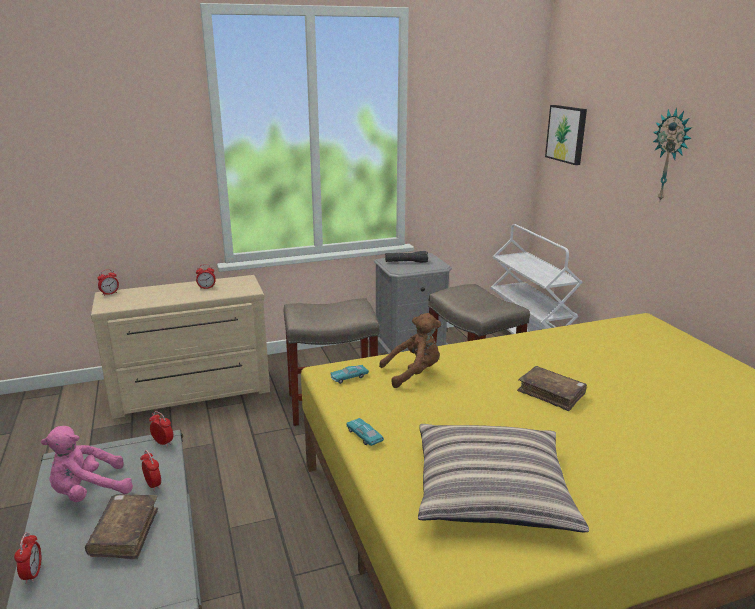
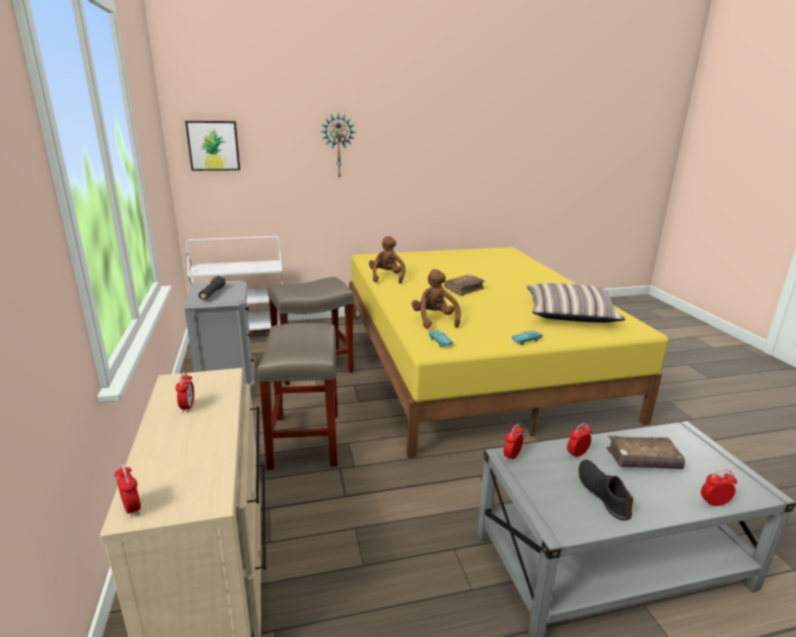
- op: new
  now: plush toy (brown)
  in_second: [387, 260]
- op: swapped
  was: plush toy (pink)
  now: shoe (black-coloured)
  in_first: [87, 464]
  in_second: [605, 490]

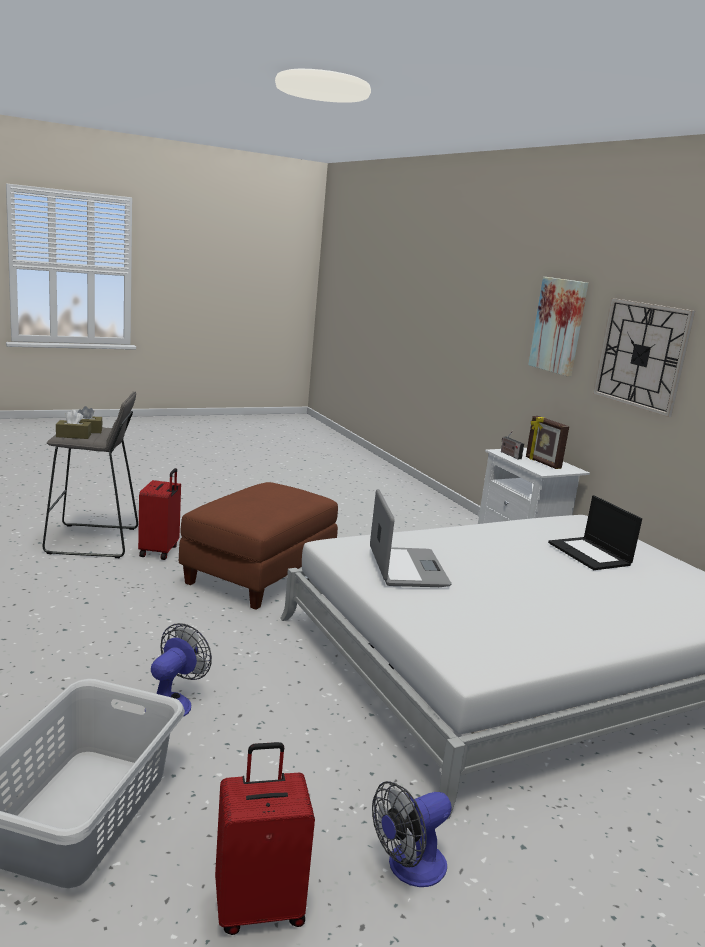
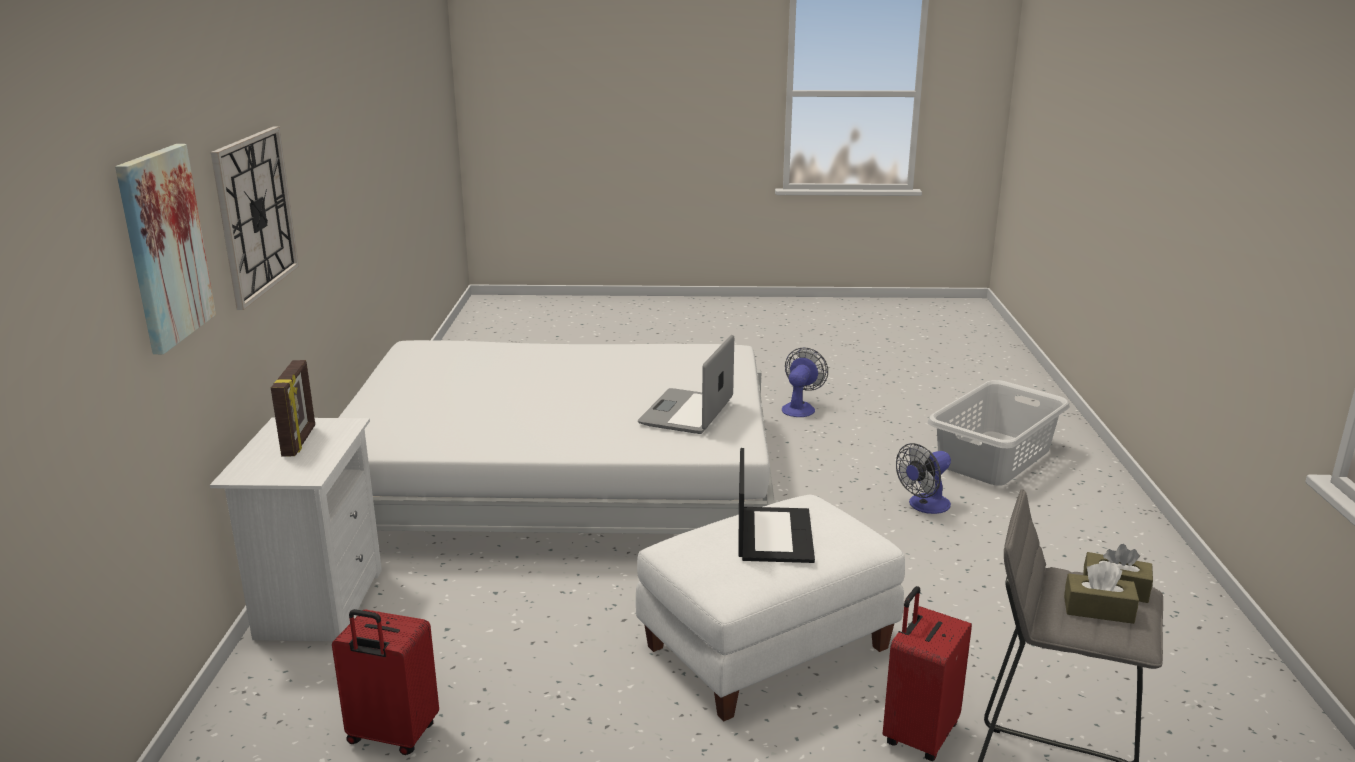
- op: shifted
  was: suitcase (reddish)
  in_first: [265, 838]
  in_second: [385, 682]
- op: repainted
  was: pouffe (brown)
  now: pouffe (white-coloured)
  in_first: [258, 546]
  in_second: [770, 608]
- op: shifted
  was: portable computer
  in_first: [595, 532]
  in_second: [776, 505]
- op: rotated
  was: fan
  in_first: [412, 834]
  in_second: [805, 382]
  clockwise: -60
- op: gone
  was: radio receiver
  in_first: [512, 445]

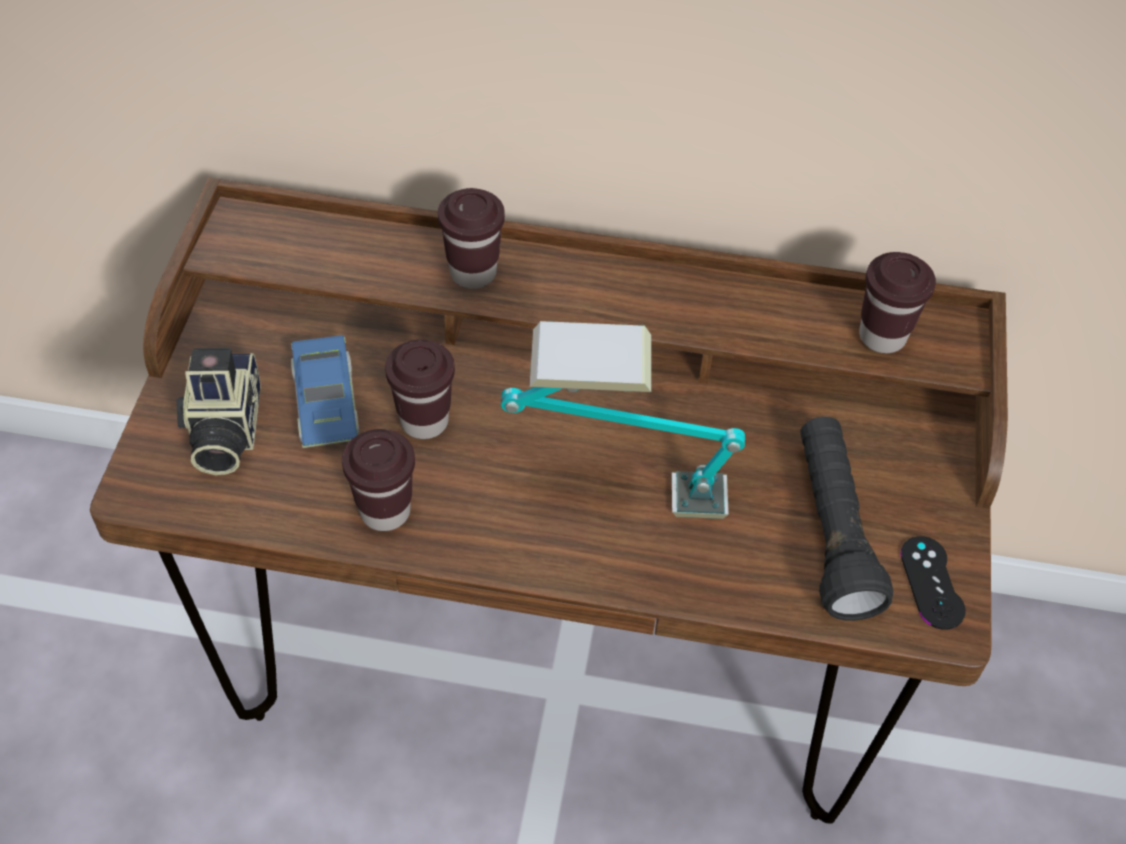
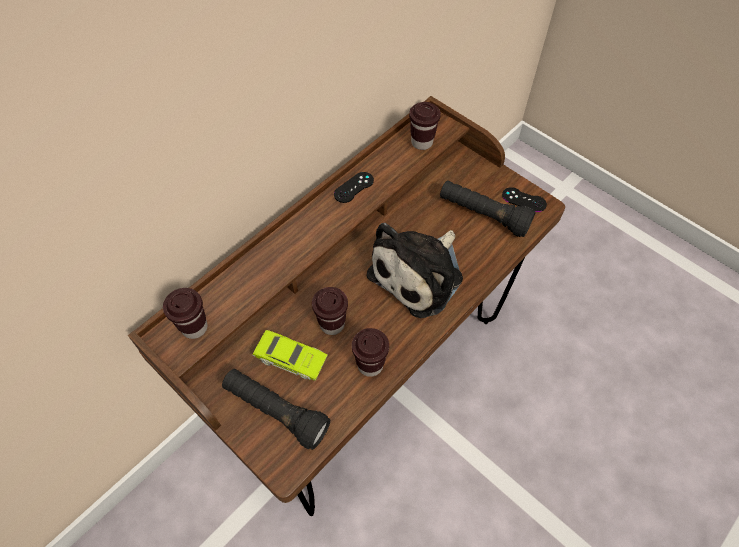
- op: shifted
  was: small cup (brown)
  in_first: [471, 238]
  in_second: [185, 313]
- op: swapped
  was: photo camera
  now: hand torch (black-coloured)
  in_first: [218, 411]
  in_second: [276, 409]
- op: repainted
  was: miniature car (bluish)
  now: miniature car (green)
  in_first: [325, 391]
  in_second: [290, 355]
- op: new
  now: joypad (black-coloured)
  in_second: [354, 187]
- op: swapped
  was: lamp for a table
  now: plush toy
  in_first: [623, 420]
  in_second: [415, 270]

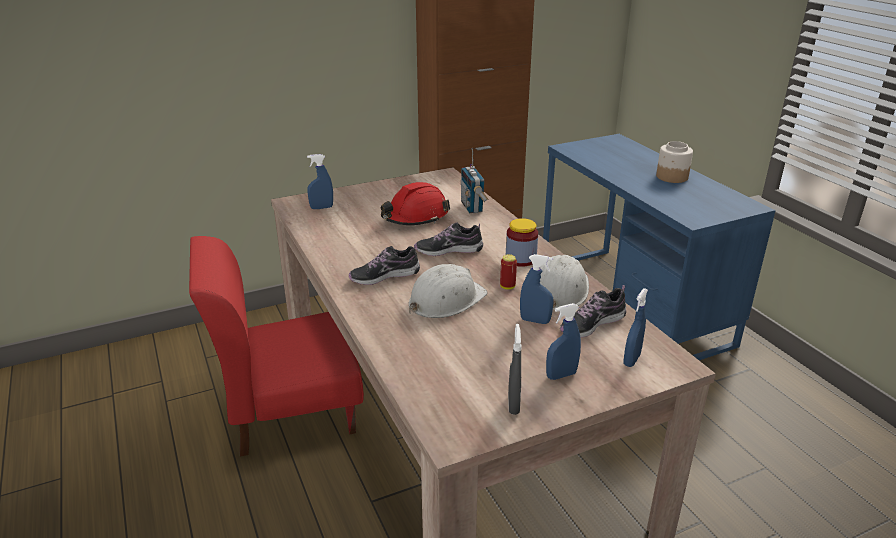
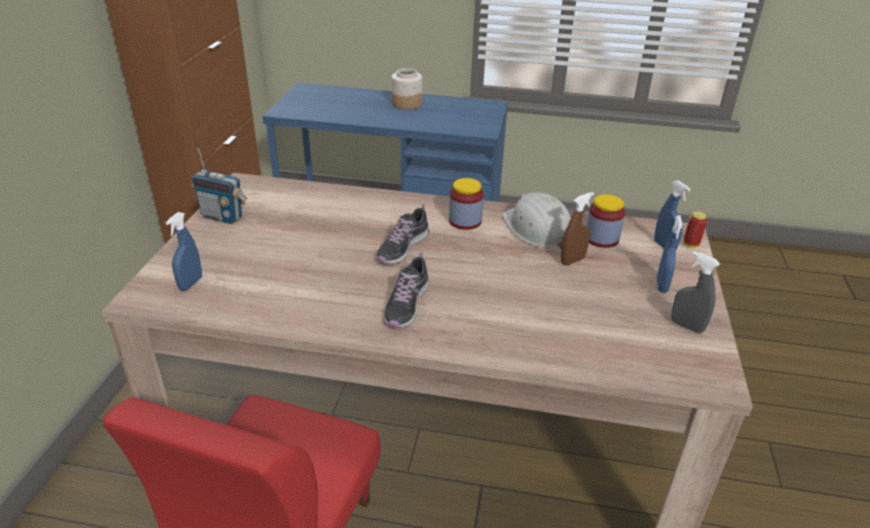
- op: shifted
  was: radio receiver
  in_first: [474, 180]
  in_second: [219, 186]
- op: repainted
  was: spray bottle (bluish)
  now: spray bottle (brown)
  in_first: [536, 289]
  in_second: [577, 228]
- op: swapped
  was: shoe
  now: preserve jar
  in_first: [593, 311]
  in_second: [606, 221]
- op: shifted
  was: sealed can
  in_first: [508, 272]
  in_second: [695, 229]
- op: gone
  was: work helmet (reddish)
  in_first: [415, 203]
- op: gone
  was: work helmet (white-coloured)
  in_first: [448, 291]

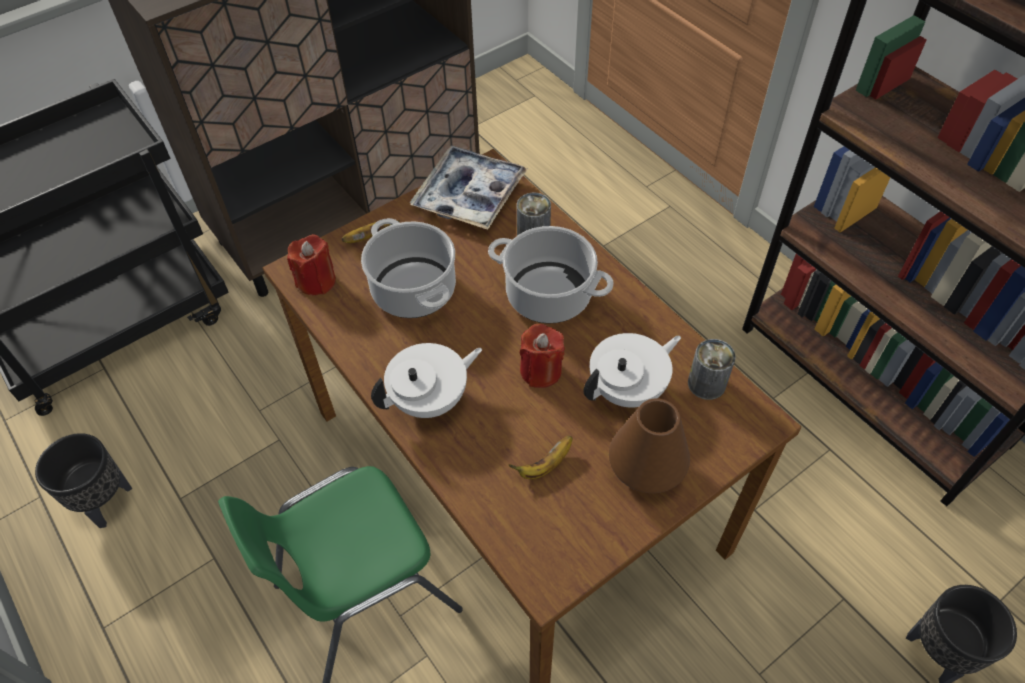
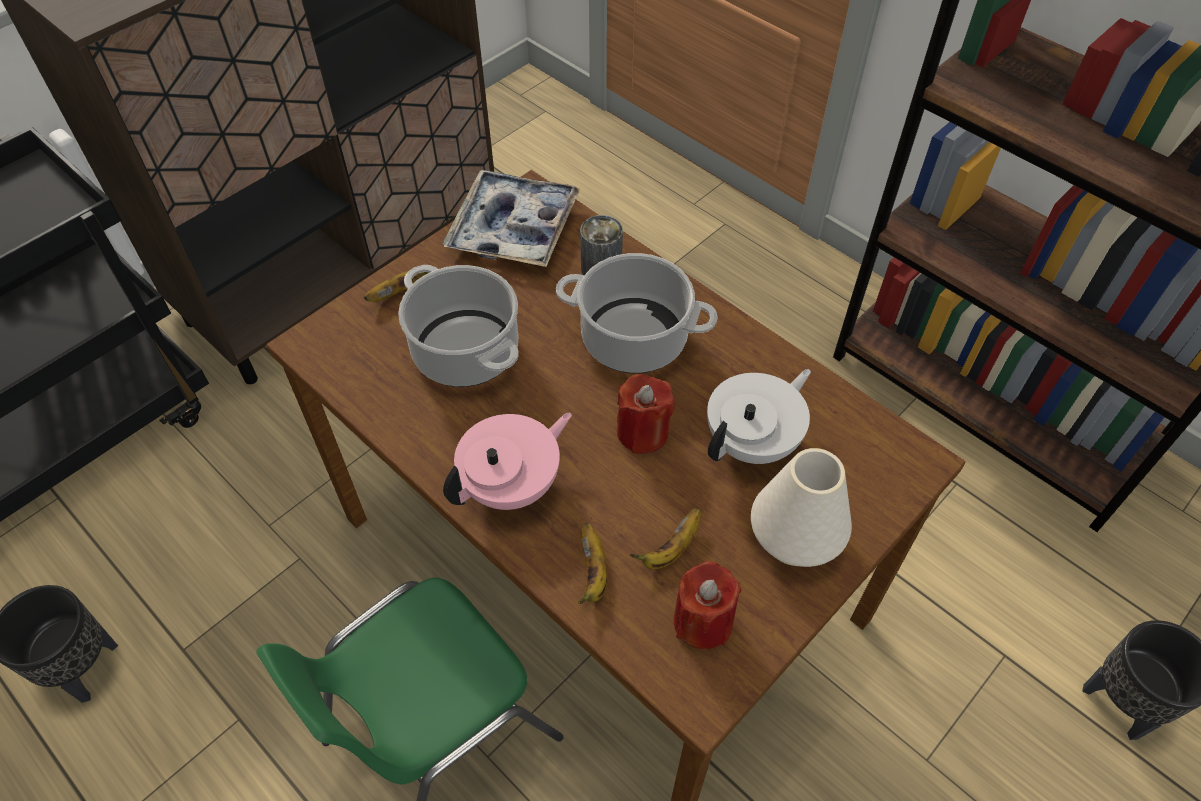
- op: repainted
  was: tea pot (white-coloured)
  now: tea pot (pink)
  in_first: [426, 380]
  in_second: [507, 461]
- op: new
  now: banana fruit
  in_second: [592, 563]
- op: shifted
  was: wax light (reddish)
  in_first: [311, 264]
  in_second: [708, 605]
- op: repainted
  was: vase (brown)
  now: vase (white-coloured)
  in_first: [649, 445]
  in_second: [801, 507]
- op: gone
  was: sealed can
  in_first: [712, 369]

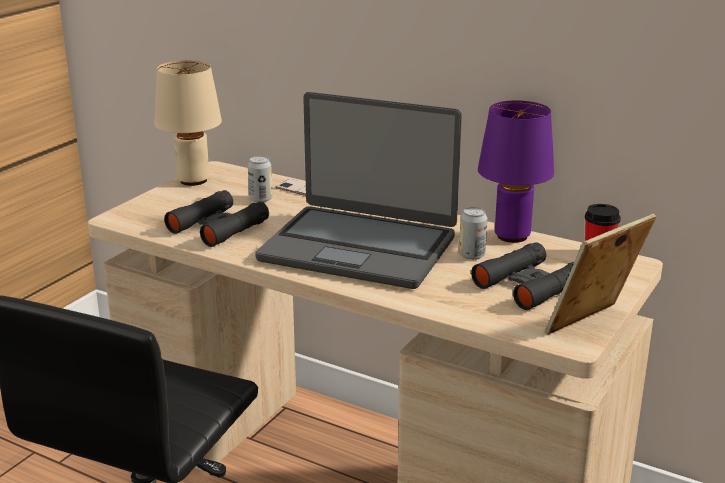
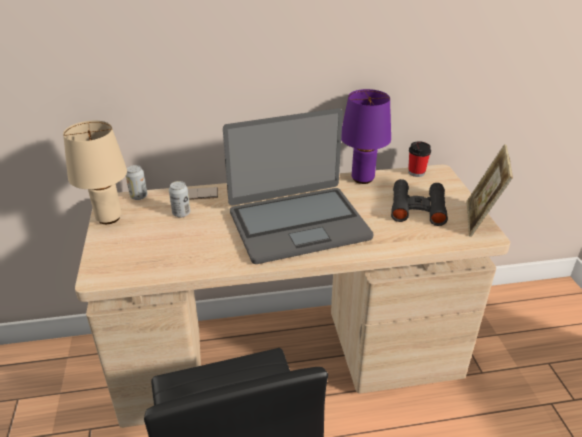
- op: shifted
  was: sealed can
  in_first: [473, 233]
  in_second: [137, 182]
- op: gone
  was: binoculars (black-coloured)
  in_first: [216, 218]

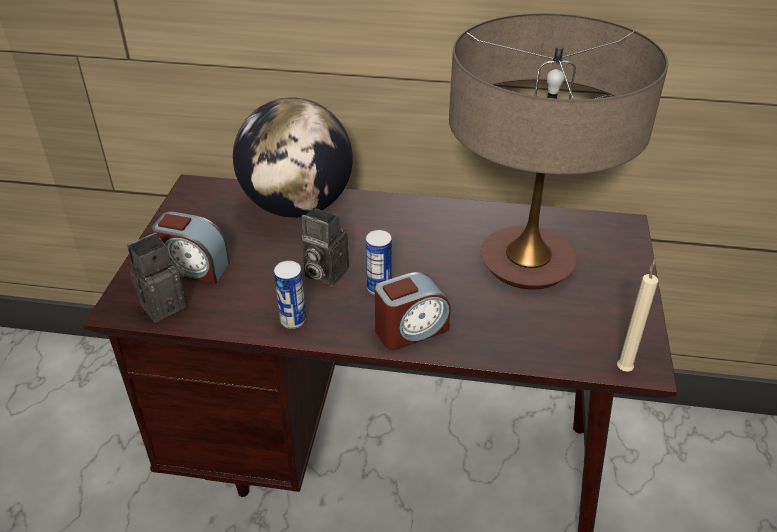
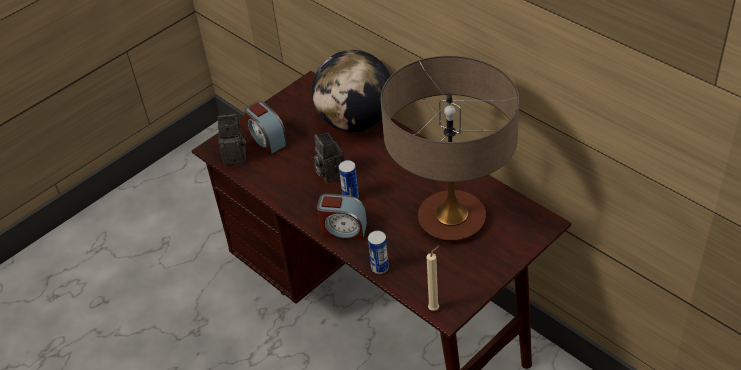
- op: shifted
  was: sealed can
  in_first: [290, 295]
  in_second: [378, 252]

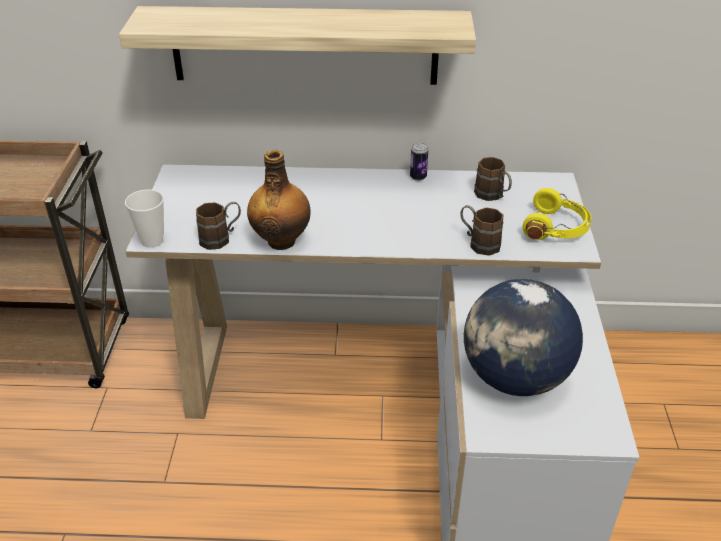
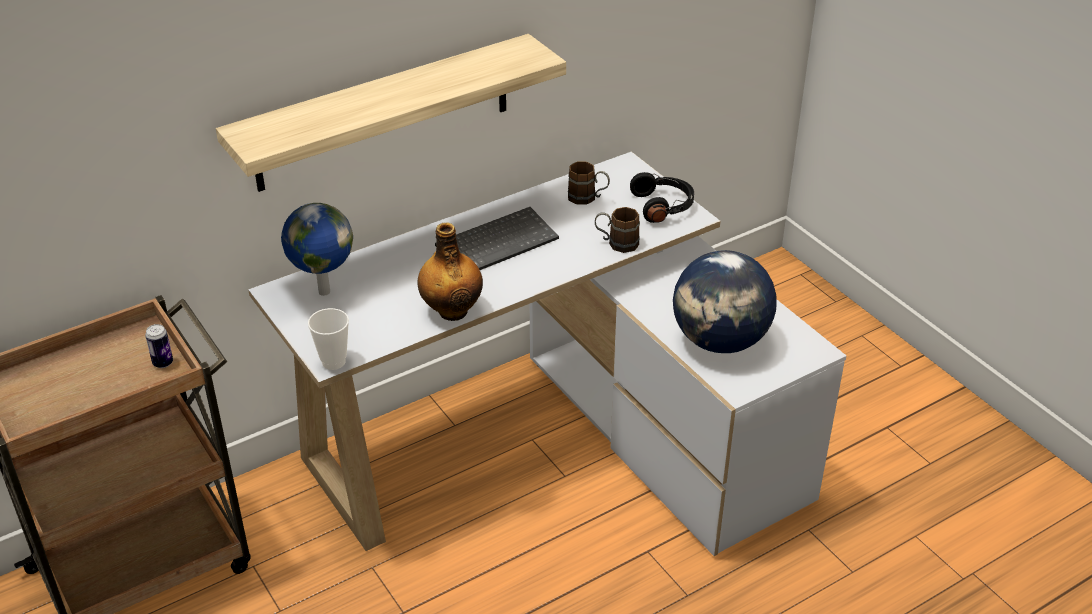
- op: shifted
  was: sealed can
  in_first: [419, 161]
  in_second: [159, 346]
- op: new
  now: globe
  in_second: [317, 249]
- op: new
  now: computer keyboard
  in_second: [497, 238]
- op: repainted
  was: headset (yellow-coloured)
  now: headset (black-coloured)
  in_first: [557, 214]
  in_second: [662, 197]
- op: gone
  was: mug (brown)
  in_first: [218, 226]

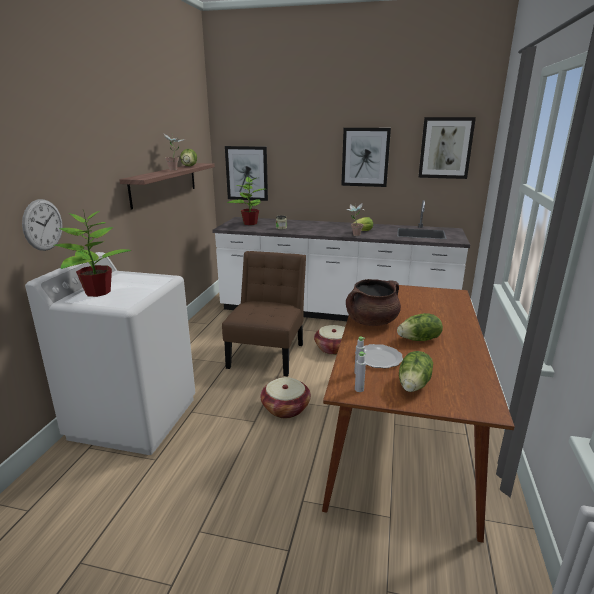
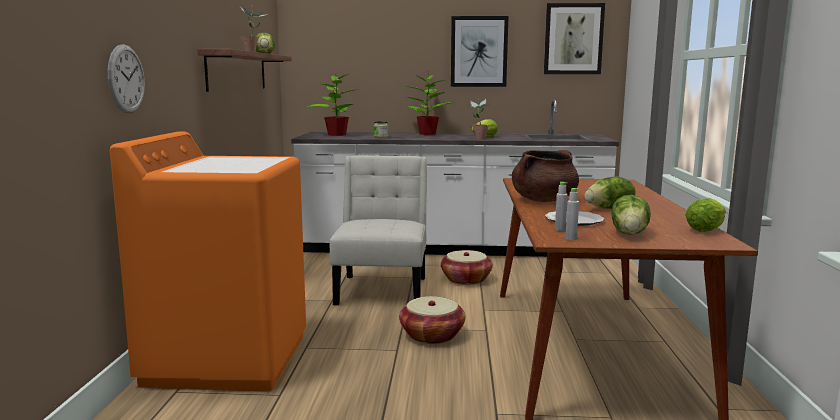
- op: repainted
  was: laundry machine (white-coloured)
  now: laundry machine (orange-coloured)
  in_first: [110, 353]
  in_second: [208, 261]
- op: repainted
  was: upright chair (brown)
  now: upright chair (white-coloured)
  in_first: [264, 314]
  in_second: [378, 230]
- op: shifted
  was: plant in a pot
  in_first: [93, 253]
  in_second: [430, 103]
- op: new
  now: lettuce head
  in_second: [705, 215]
- op: gone
  was: wall picture
  in_first: [246, 173]

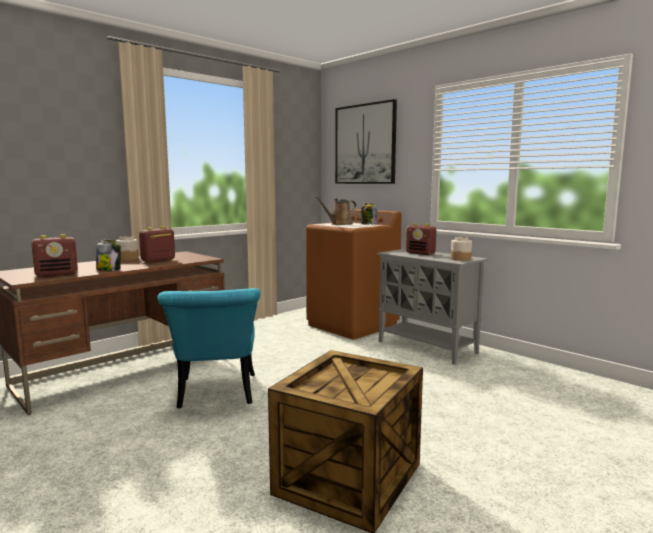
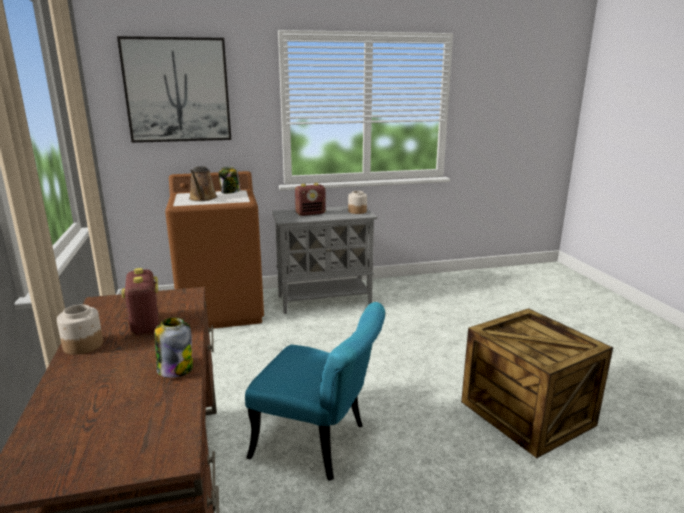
- op: gone
  was: radio receiver
  in_first: [55, 255]

